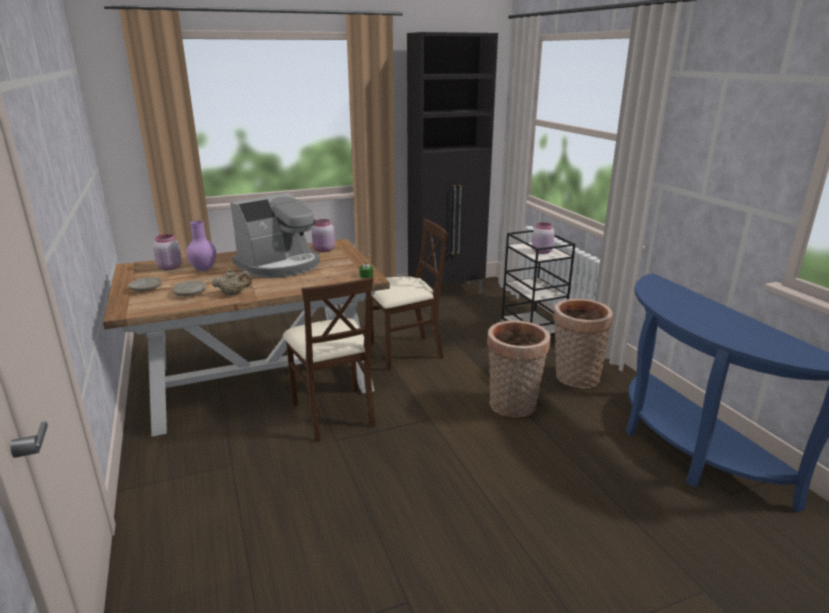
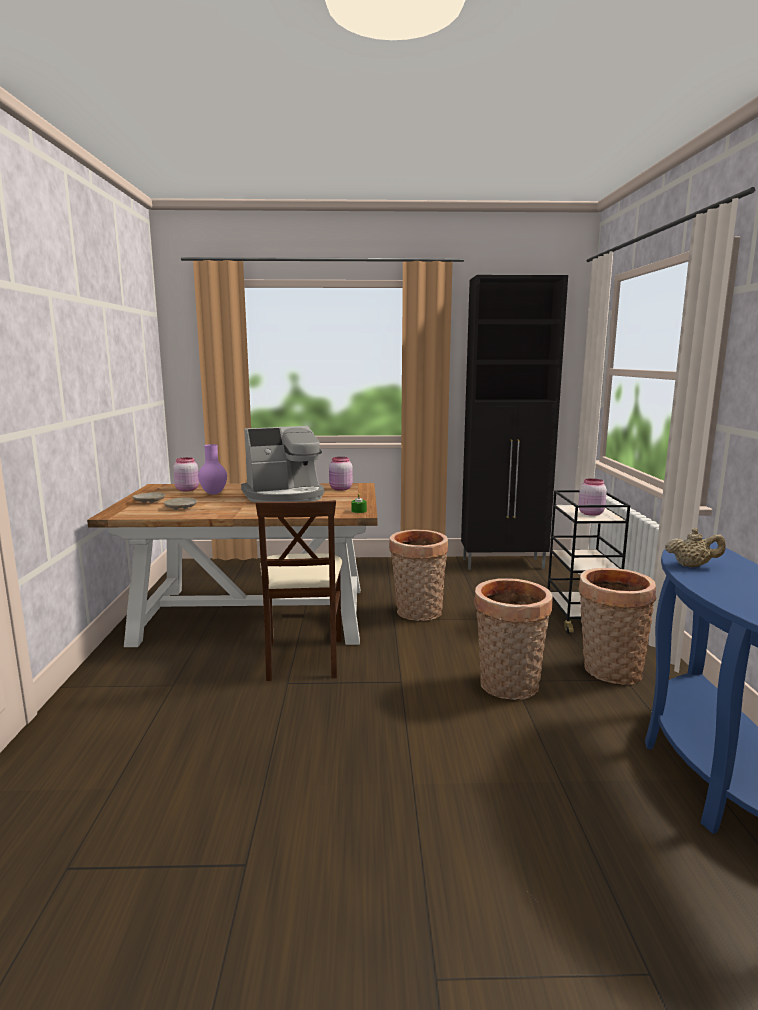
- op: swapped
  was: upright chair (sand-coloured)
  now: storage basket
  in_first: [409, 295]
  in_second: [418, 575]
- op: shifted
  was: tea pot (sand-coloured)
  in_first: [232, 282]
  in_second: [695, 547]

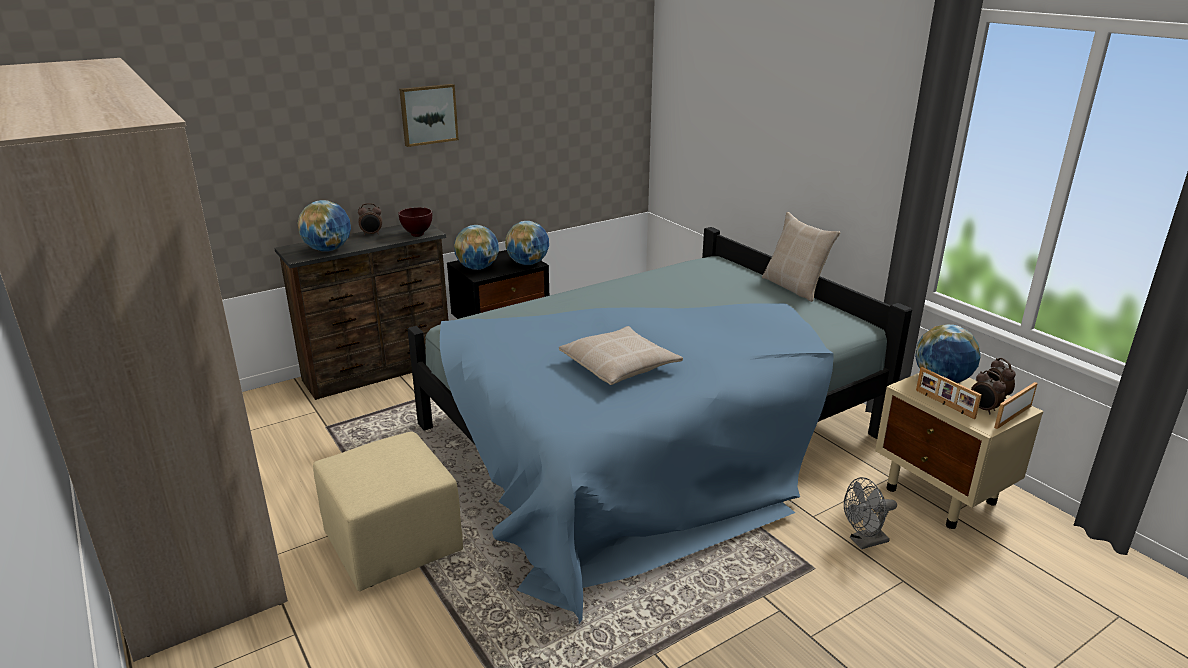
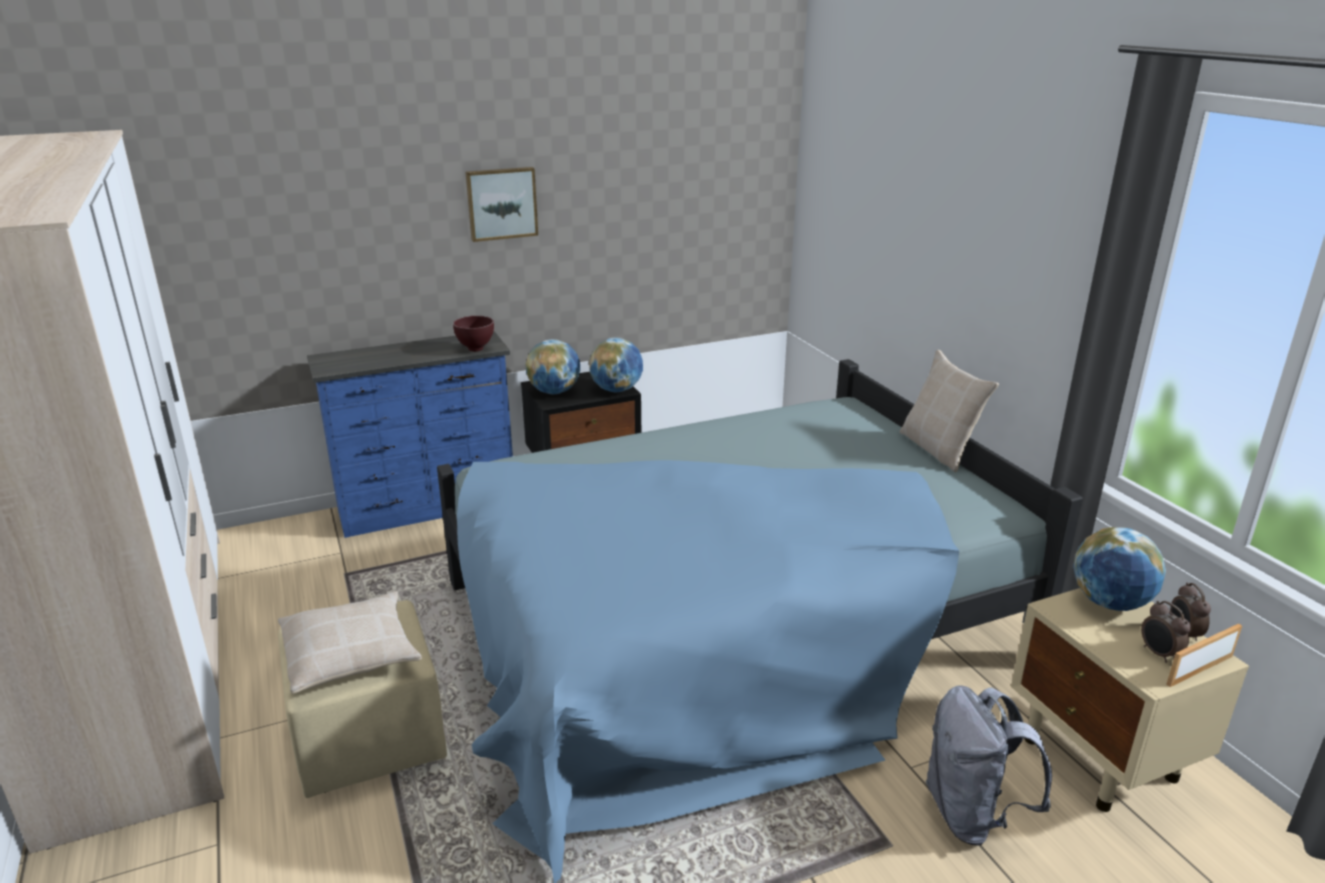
- op: shifted
  was: cushion (sand-coloured)
  in_first: [621, 355]
  in_second: [350, 642]
- op: repainted
  was: dresser (brown)
  now: dresser (bluish)
  in_first: [361, 312]
  in_second: [410, 434]
- op: swapped
  was: fan (grey)
  now: backpack (grey)
  in_first: [870, 513]
  in_second: [988, 765]
- op: gone
  was: globe
  in_first: [324, 226]
- op: gone
  was: bedside clock
  in_first: [370, 219]
- op: gone
  was: photo frame
  in_first: [949, 393]

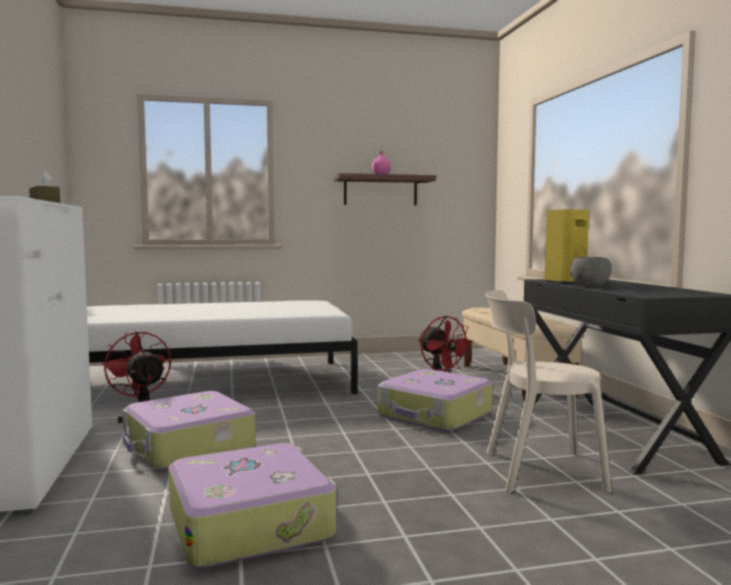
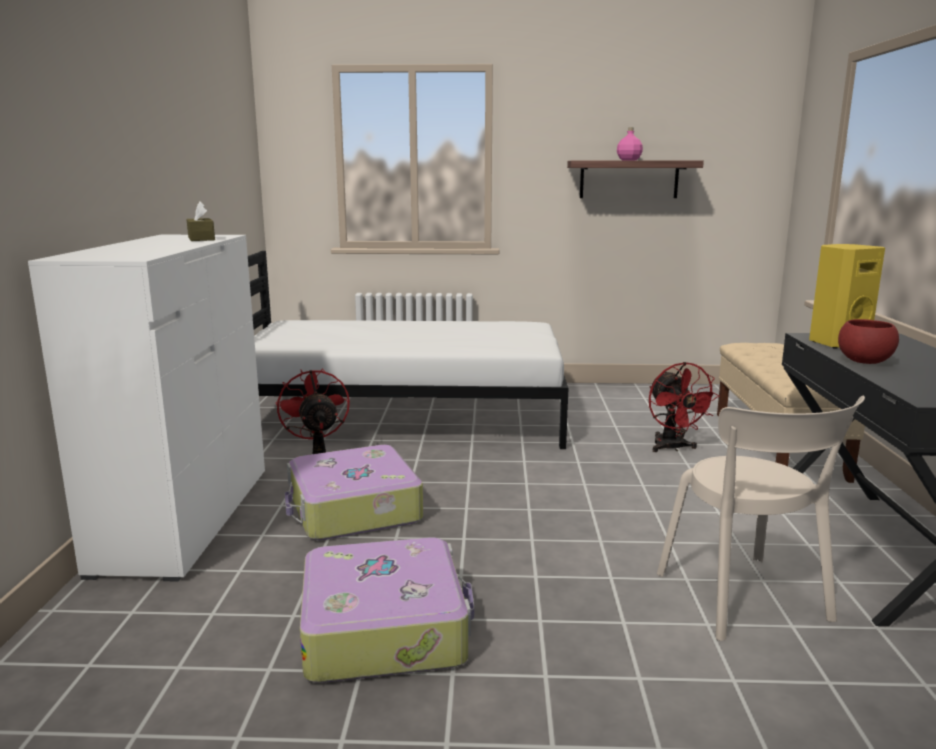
- op: rotated
  was: upright chair (sand-coloured)
  in_first: [548, 391]
  in_second: [761, 518]
  clockwise: -120
- op: repainted
  was: serving bowl (grey)
  now: serving bowl (reddish)
  in_first: [591, 272]
  in_second: [868, 341]
- op: gone
  was: suitcase
  in_first: [435, 400]

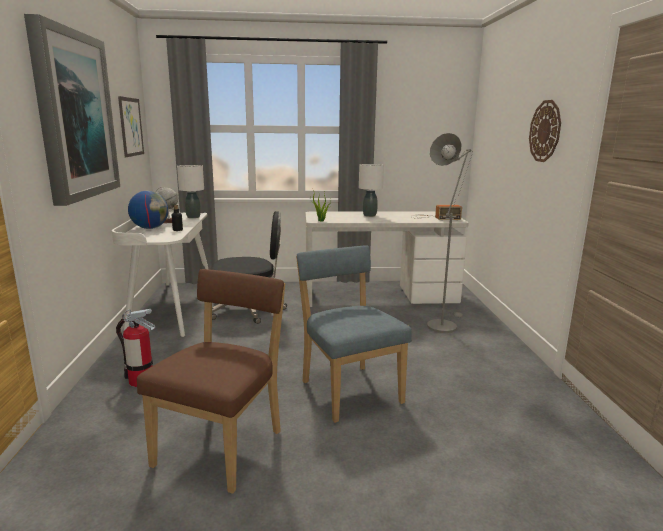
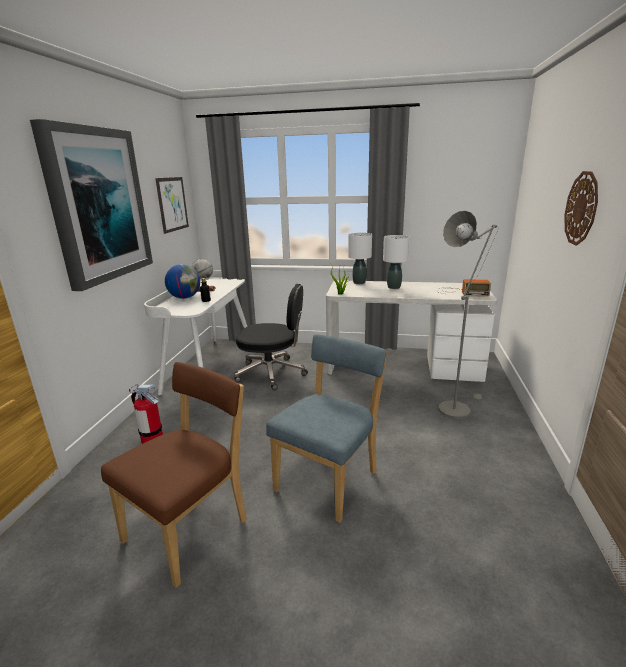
- op: rotated
  was: upright chair (bluish)
  in_first: [354, 334]
  in_second: [326, 428]
  clockwise: 45
- op: shifted
  was: lamp for a table (white-coloured)
  in_first: [190, 191]
  in_second: [360, 258]

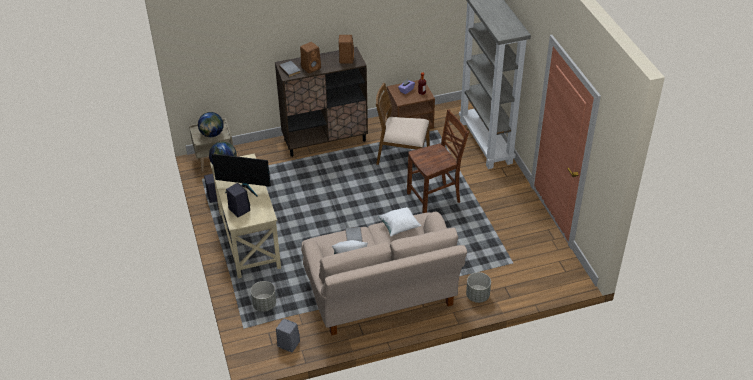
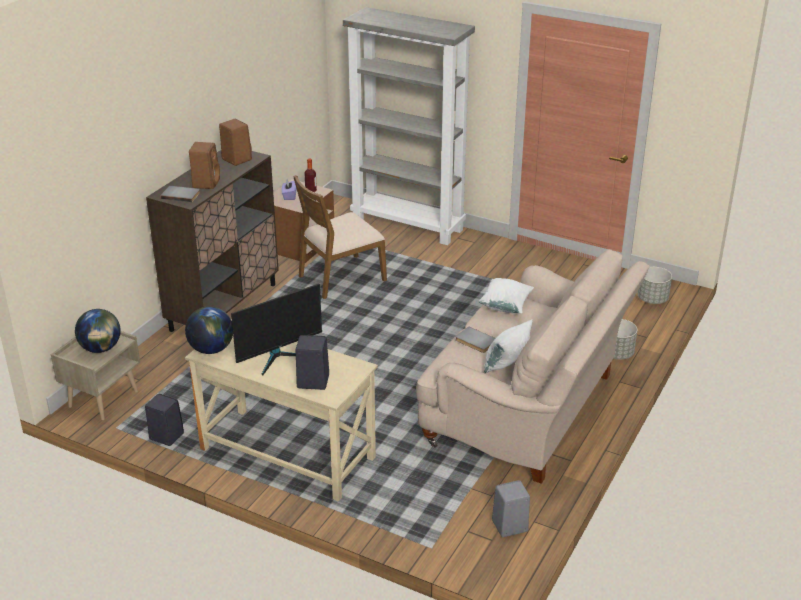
- op: shifted
  was: planter (grey)
  in_first: [263, 296]
  in_second: [655, 285]
- op: gone
  was: upright chair (brown)
  in_first: [438, 161]

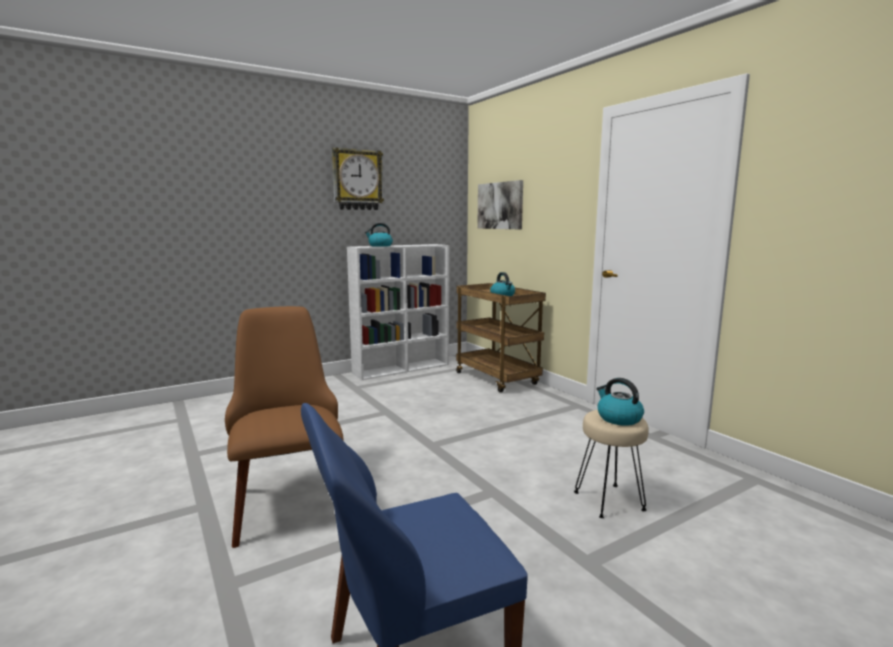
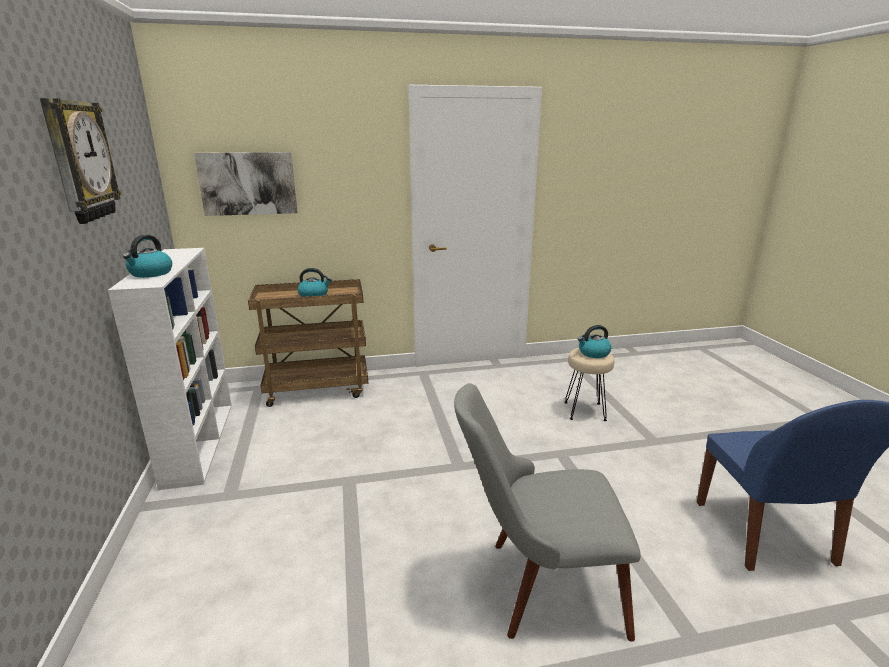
- op: repainted
  was: upright chair (brown)
  now: upright chair (grey)
  in_first: [284, 427]
  in_second: [547, 512]

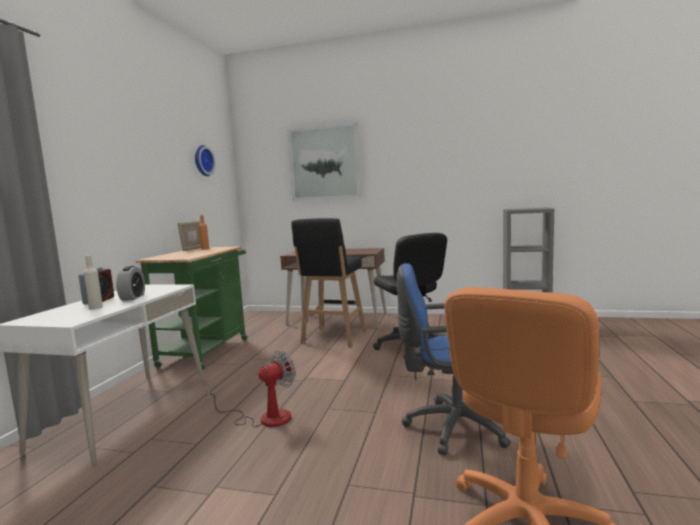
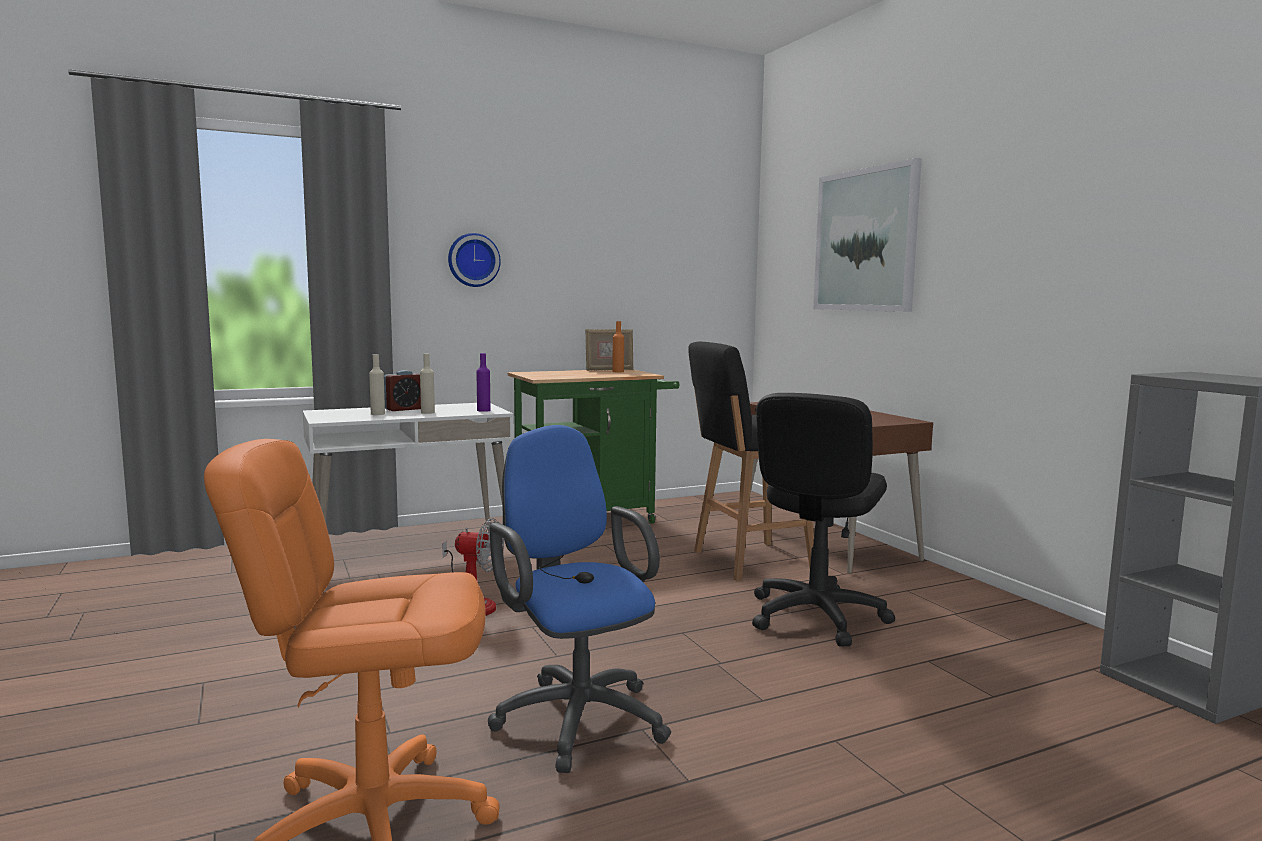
- op: swapped
  was: bedside clock
  now: beverage bottle (sand-coloured)
  in_first: [130, 283]
  in_second: [427, 384]
- op: shifted
  was: hanging clock
  in_first: [205, 160]
  in_second: [474, 260]
- op: new
  now: beverage bottle (purple)
  in_second: [483, 382]

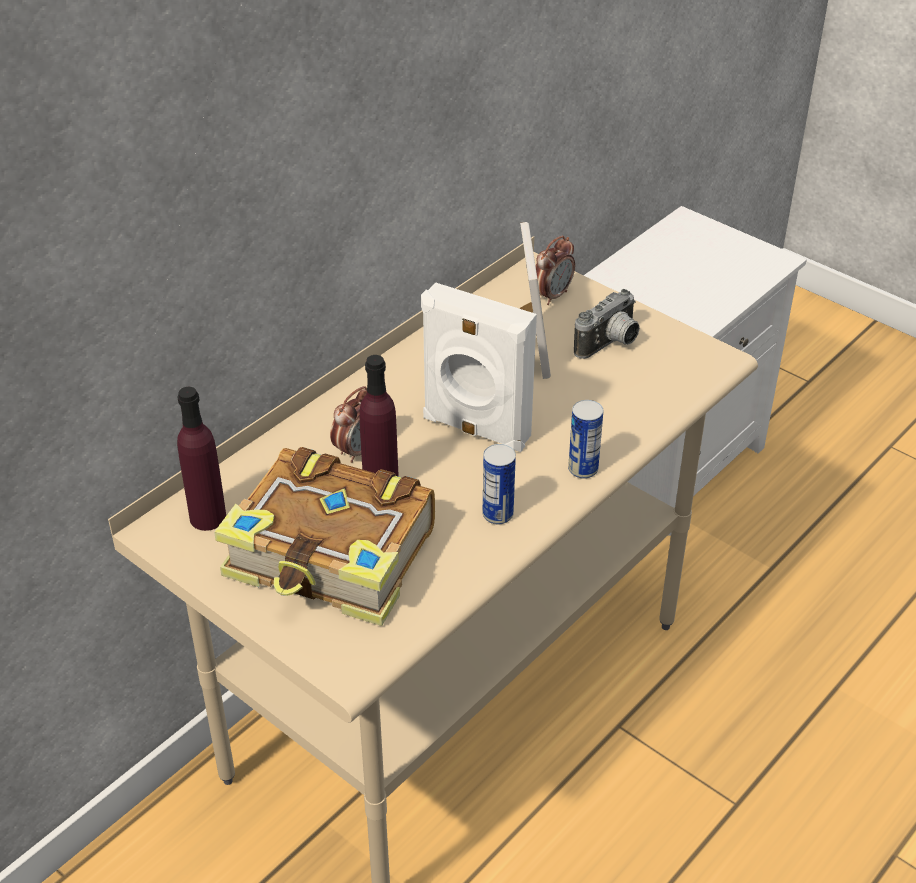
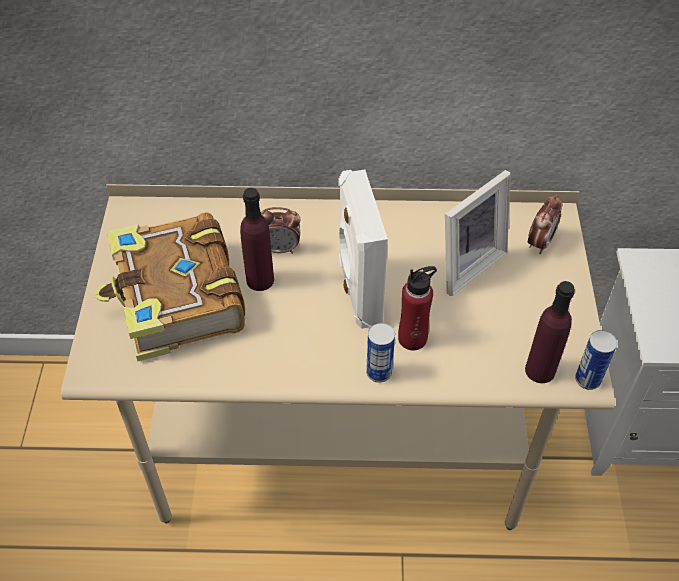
- op: new
  now: beverage bottle (reddish)
  in_second: [417, 308]
- op: shifted
  was: beverage bottle (purple)
  in_first: [201, 459]
  in_second: [550, 332]
- op: rotated
  was: bedside clock
  in_first: [555, 270]
  in_second: [545, 224]
  clockwise: -60
- op: shifted
  was: sealed can
  in_first: [499, 484]
  in_second: [596, 360]
- op: gone
  was: photo camera
  in_first: [607, 324]

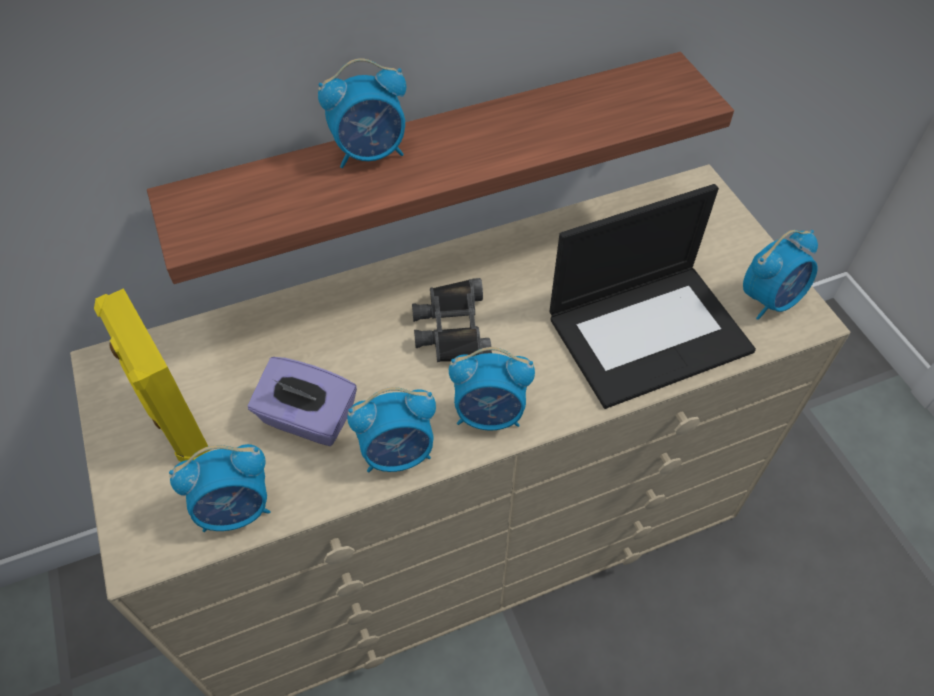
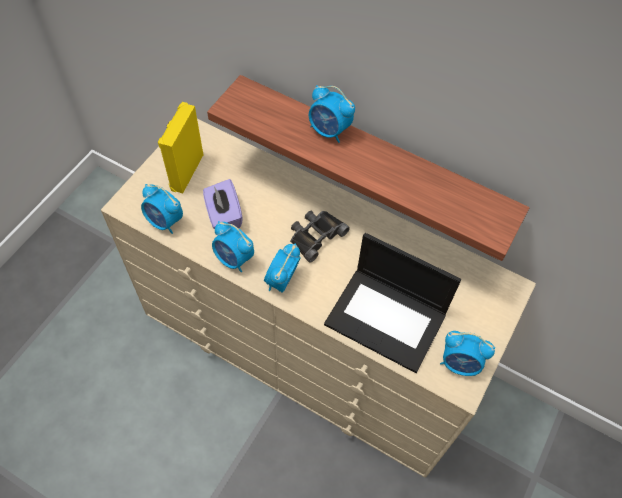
- op: rotated
  was: bedside clock
  in_first: [492, 389]
  in_second: [282, 268]
  clockwise: 60

